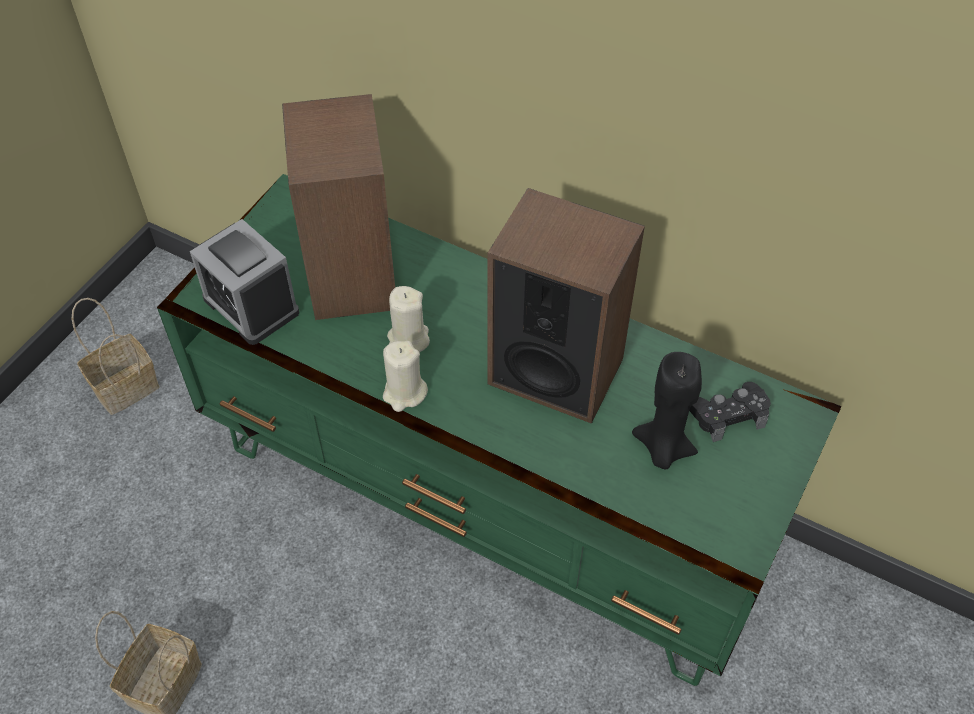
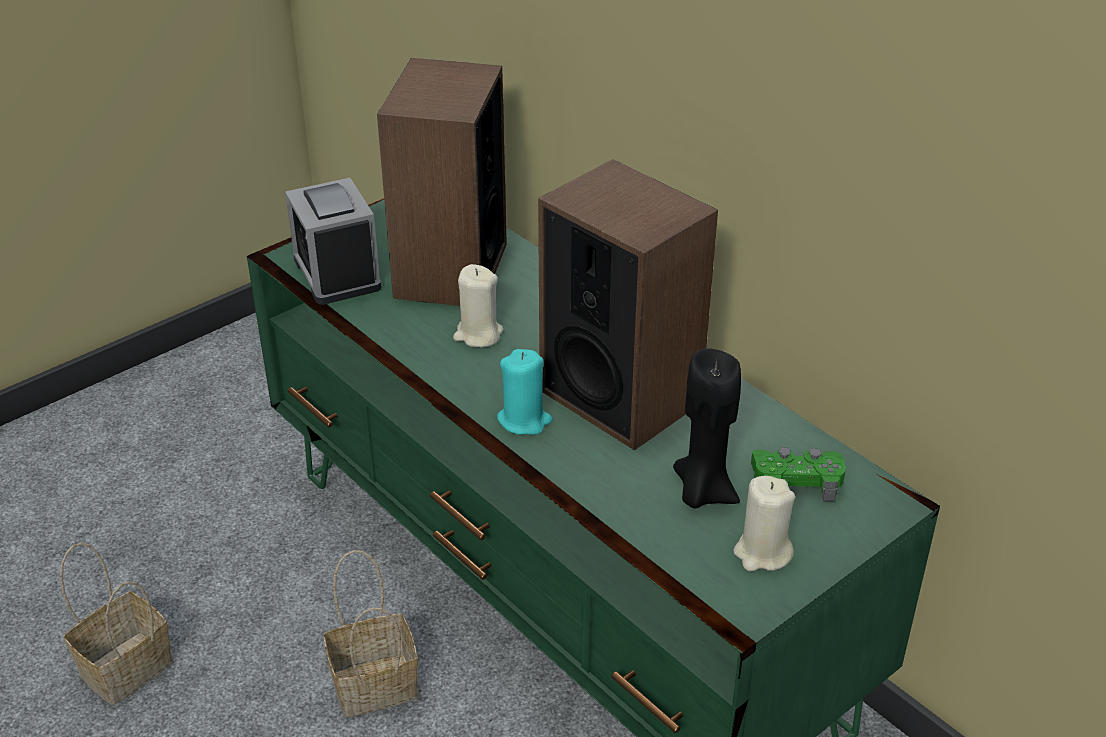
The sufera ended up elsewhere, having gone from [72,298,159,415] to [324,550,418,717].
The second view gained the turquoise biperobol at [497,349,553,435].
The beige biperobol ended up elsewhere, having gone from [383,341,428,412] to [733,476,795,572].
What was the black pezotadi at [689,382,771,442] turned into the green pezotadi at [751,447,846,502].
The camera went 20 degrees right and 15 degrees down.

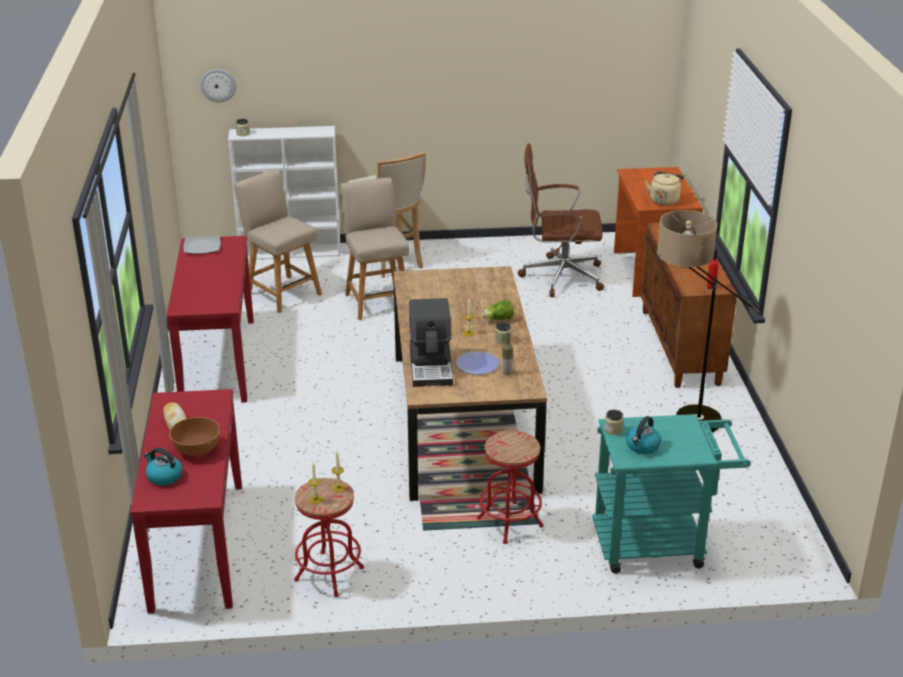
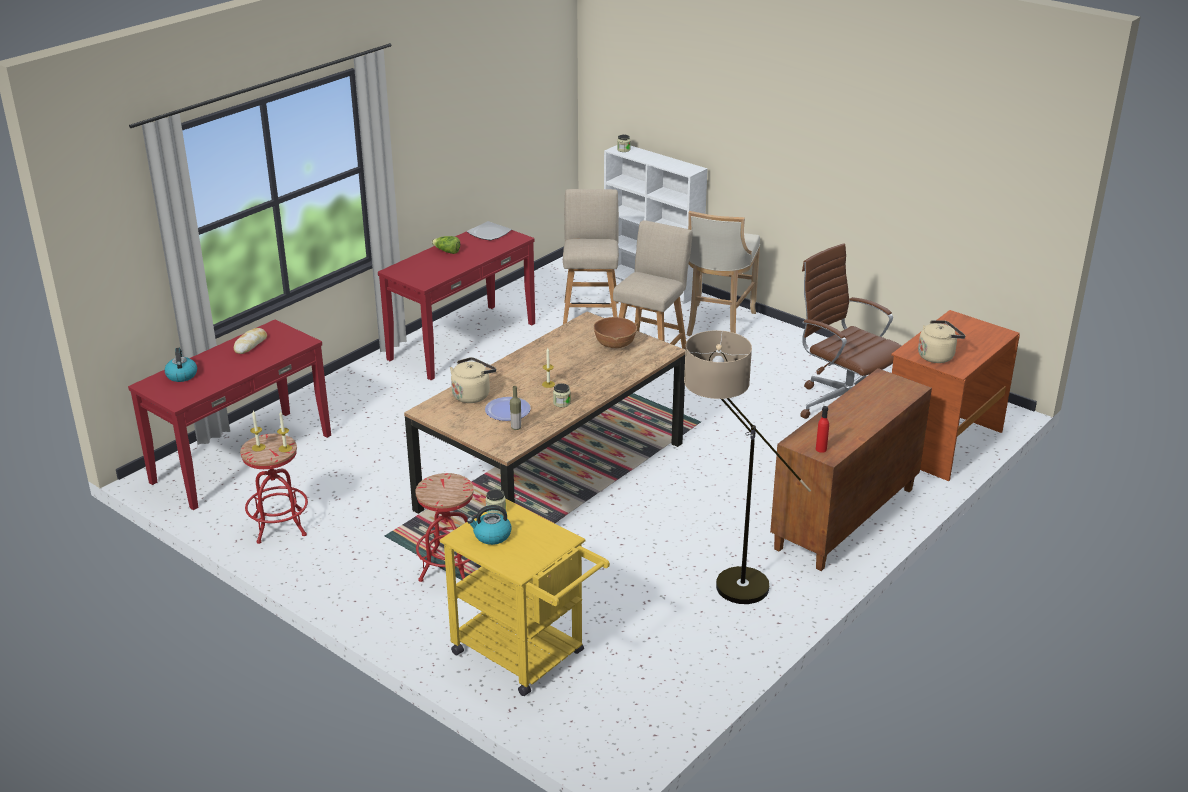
The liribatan ended up elsewhere, having gone from [481,300,514,320] to [432,236,460,254].
What was the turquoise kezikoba at [592,414,751,574] turned into the yellow kezikoba at [439,499,610,696].
Where the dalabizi stood at [409,298,453,387], the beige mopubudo came to stand at [450,357,496,403].
The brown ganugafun ended up elsewhere, having gone from [169,417,220,456] to [593,317,637,348].
The second view lost the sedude at [200,69,236,103].
The camera went 45 degrees right and 0 degrees up.

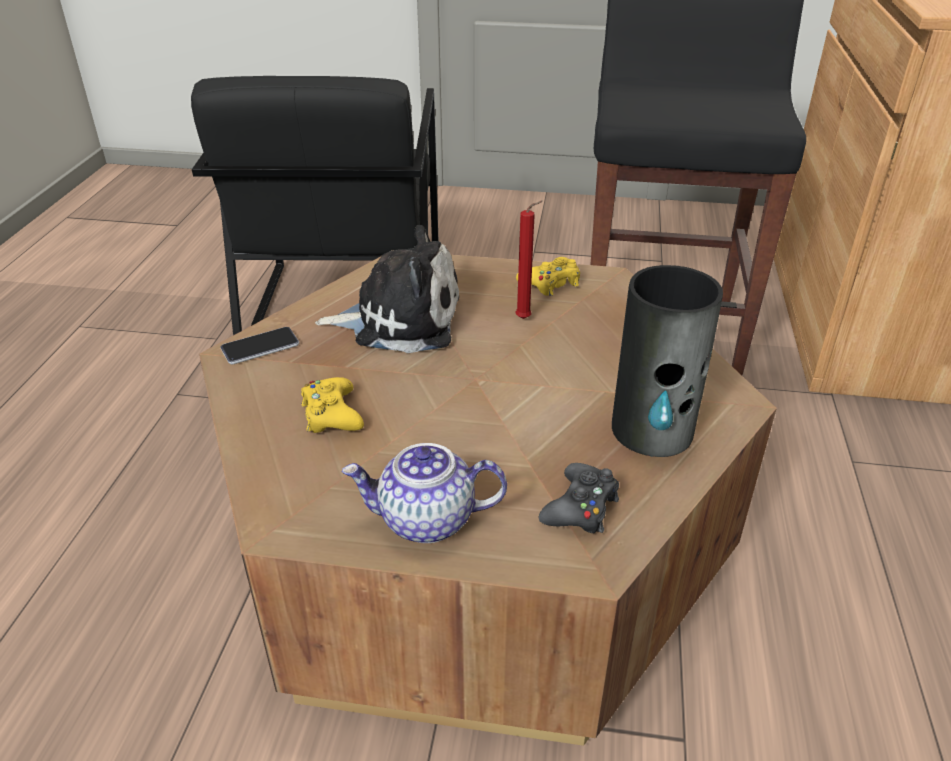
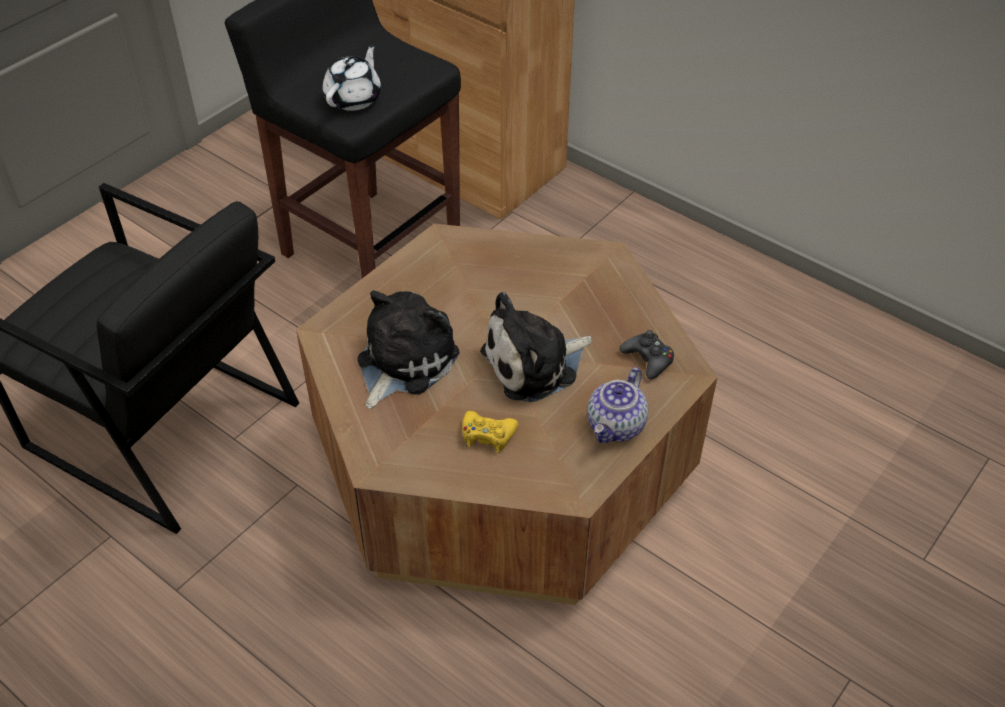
The second view gained the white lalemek at [322,43,381,111].
The second view gained the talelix at [480,292,592,402].
The second view lost the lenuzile at [221,327,299,364].
The second view lost the red biperobol at [516,201,543,319].
The second view lost the yellow pezotadi at [516,257,580,296].
The second view lost the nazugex at [612,265,723,457].
The camera went 60 degrees left and 10 degrees up.

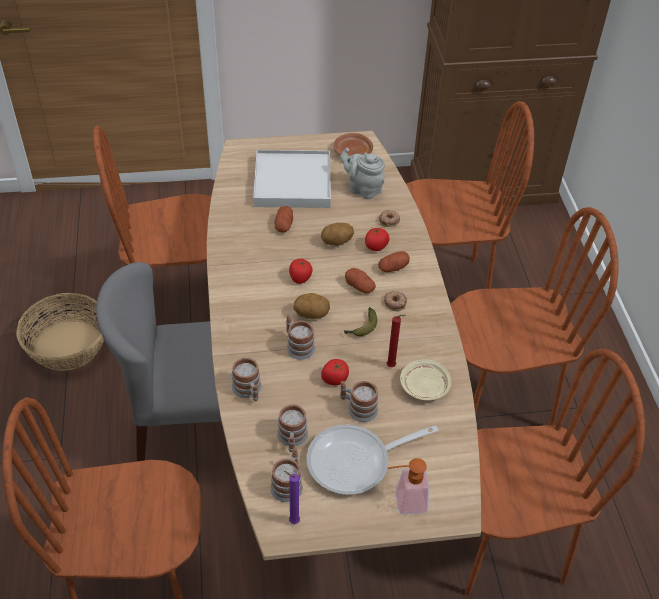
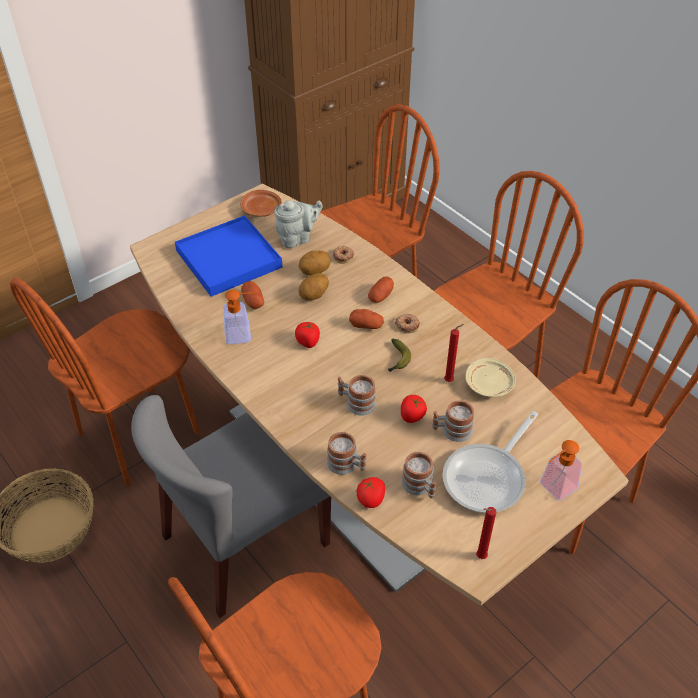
What was the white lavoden at [253,150,331,208] turned into the blue lavoden at [175,215,283,297].
The second view gained the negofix at [224,290,258,344].
The grey lalemek at [340,147,385,199] ended up facing another way, 150 degrees clockwise from before.
The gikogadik ended up elsewhere, having gone from [293,293,330,319] to [299,251,331,276].
The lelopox ended up elsewhere, having gone from [365,228,389,251] to [357,477,385,508].
What was the purple biperobol at [284,471,300,524] turned into the red biperobol at [476,507,496,559].
The second view lost the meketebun at [270,448,303,502].
The camera went 30 degrees left and 0 degrees up.

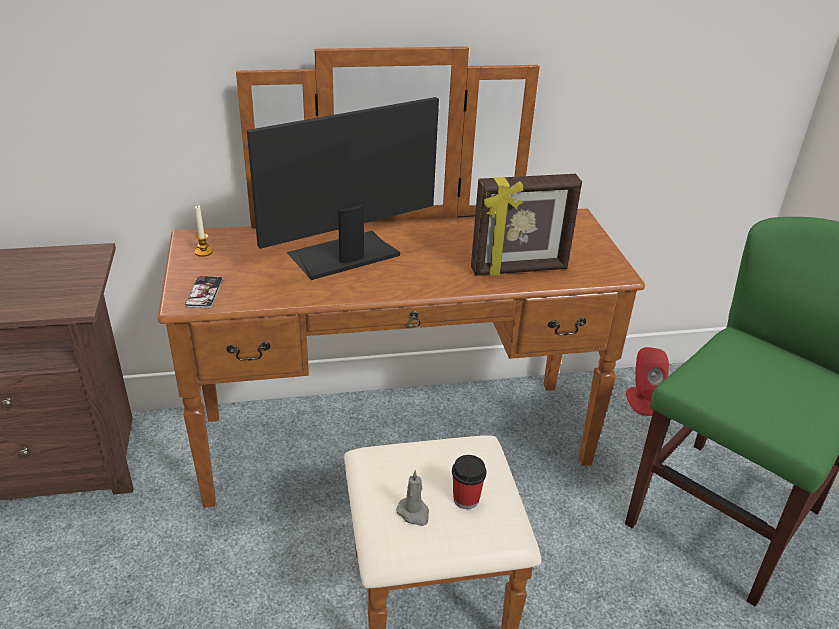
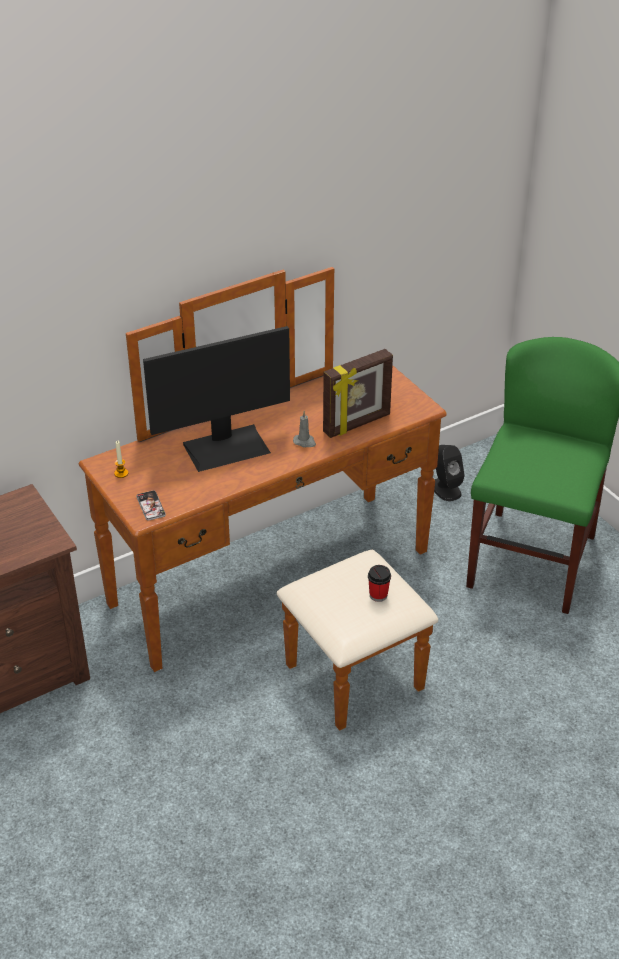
The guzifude at [247,97,439,280] ended up facing another way, 150 degrees counterclockwise from before.
The grey biperobol ended up elsewhere, having gone from [396,470,429,526] to [293,411,316,447].
What was the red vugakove at [626,347,669,416] turned into the black vugakove at [434,445,465,501].
The camera went 20 degrees left and 5 degrees up.

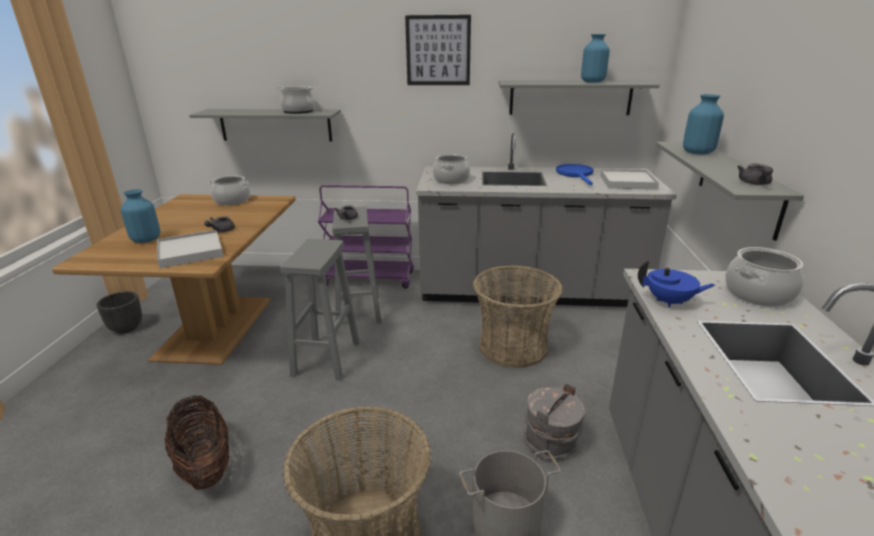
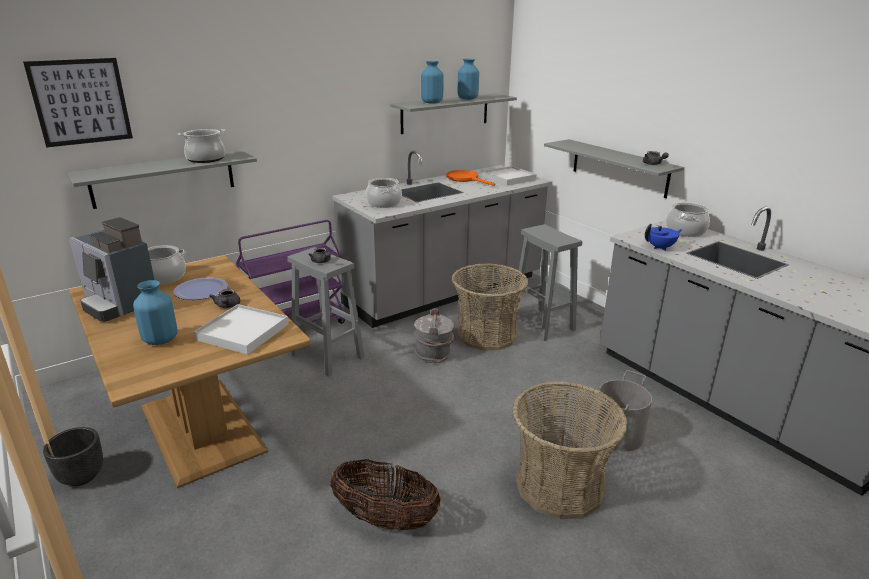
The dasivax ended up elsewhere, having gone from [405,15,471,85] to [23,58,133,147].
The second view gained the dalabizi at [69,217,155,322].
The second view gained the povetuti at [173,277,228,300].
The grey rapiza ended up elsewhere, having gone from [524,382,585,460] to [414,309,454,363].
The blue nazugex ended up elsewhere, having gone from [683,94,724,155] to [421,61,444,104].
What was the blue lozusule at [556,164,594,185] turned into the orange lozusule at [447,170,495,186].
The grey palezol ended up elsewhere, having gone from [280,239,360,381] to [510,224,582,341].
The camera went 40 degrees left and 0 degrees up.

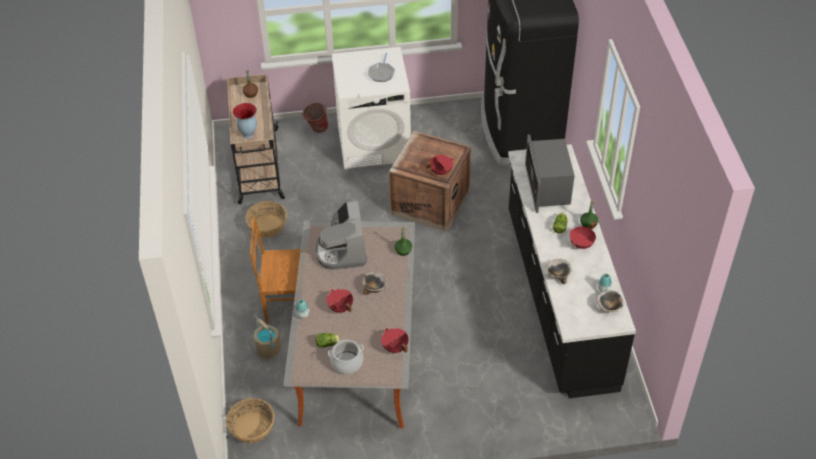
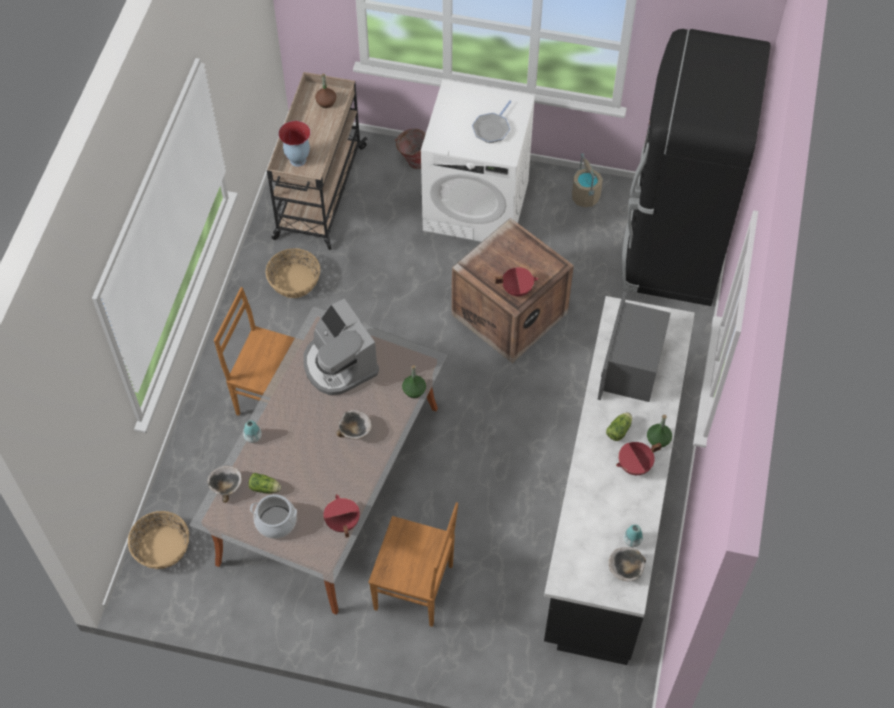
The ganugafun ended up elsewhere, having gone from [546,259,572,284] to [207,466,242,503].
The dalabizi at [315,201,367,270] ended up facing another way, 45 degrees counterclockwise from before.
The second view gained the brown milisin at [368,502,458,627].
The beige rapiza ended up elsewhere, having gone from [254,315,281,359] to [572,153,603,207].
The second view lost the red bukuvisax at [327,289,353,313].
The camera went 20 degrees right and 10 degrees up.

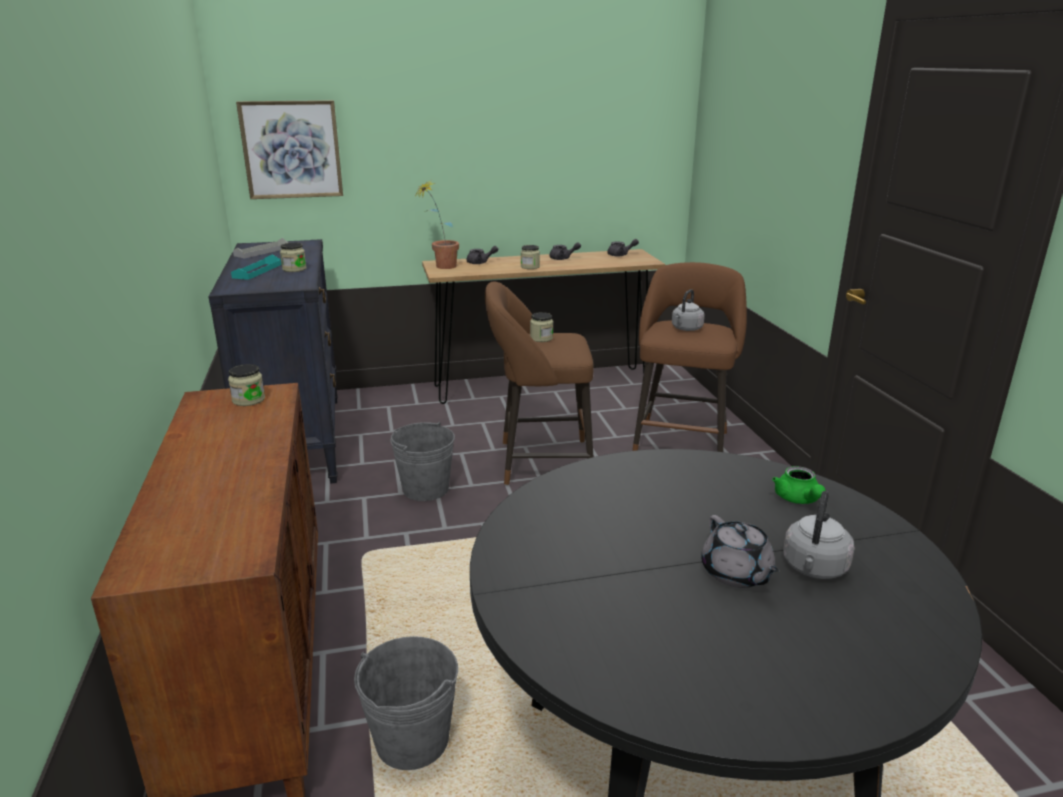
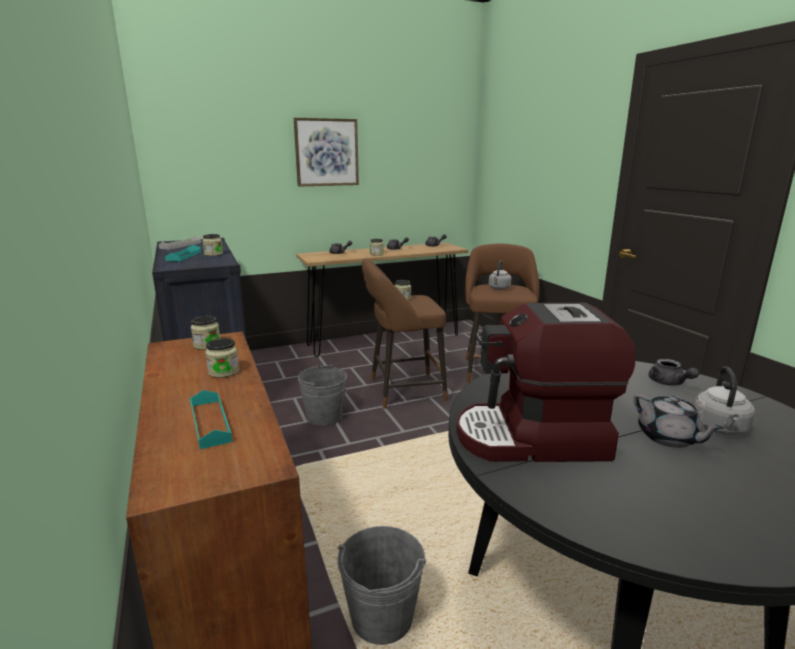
The second view gained the turquoise lavoden at [190,390,232,449].
The second view gained the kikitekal at [205,338,239,378].
The dasivax ended up elsewhere, having gone from [236,100,343,199] to [294,118,359,187].
The second view gained the dalabizi at [457,303,635,462].
What was the green lalemek at [772,466,826,504] turned into the grey lalemek at [649,359,699,386].
The second view lost the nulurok at [416,180,459,269].
The camera went 10 degrees left and 5 degrees down.

